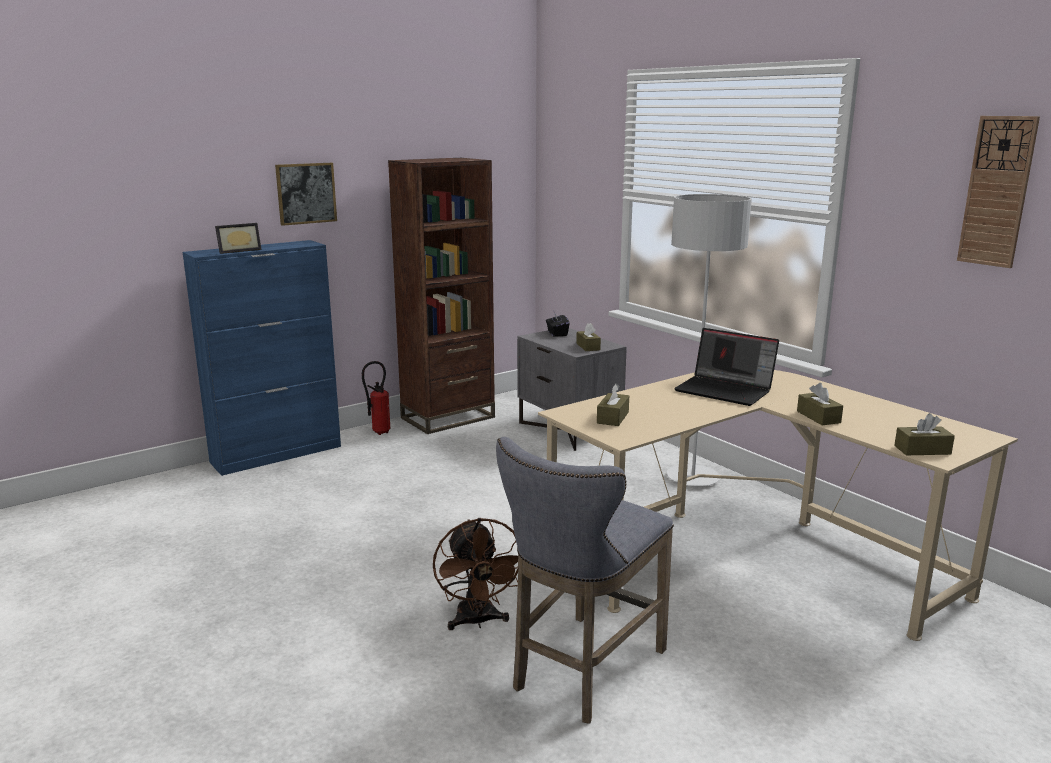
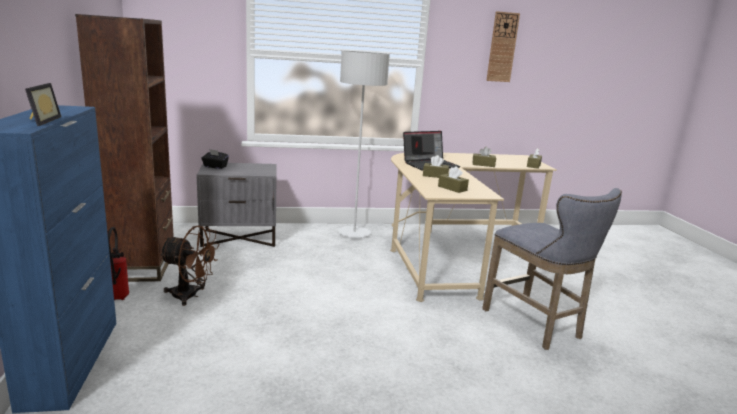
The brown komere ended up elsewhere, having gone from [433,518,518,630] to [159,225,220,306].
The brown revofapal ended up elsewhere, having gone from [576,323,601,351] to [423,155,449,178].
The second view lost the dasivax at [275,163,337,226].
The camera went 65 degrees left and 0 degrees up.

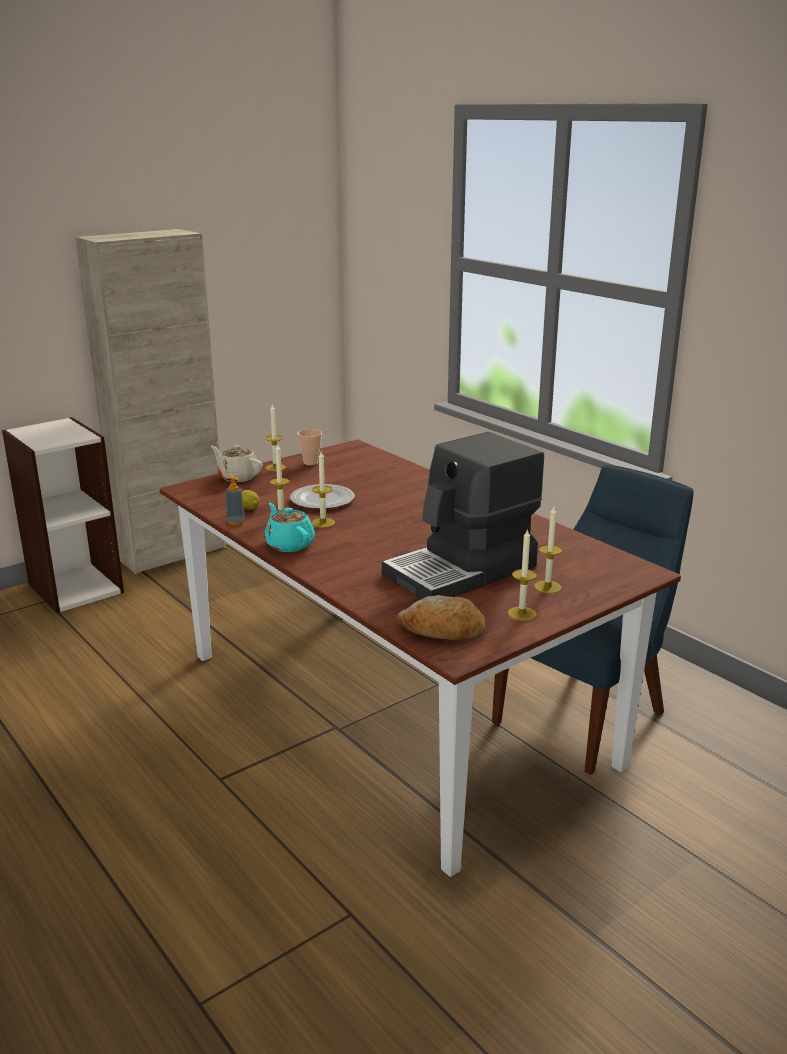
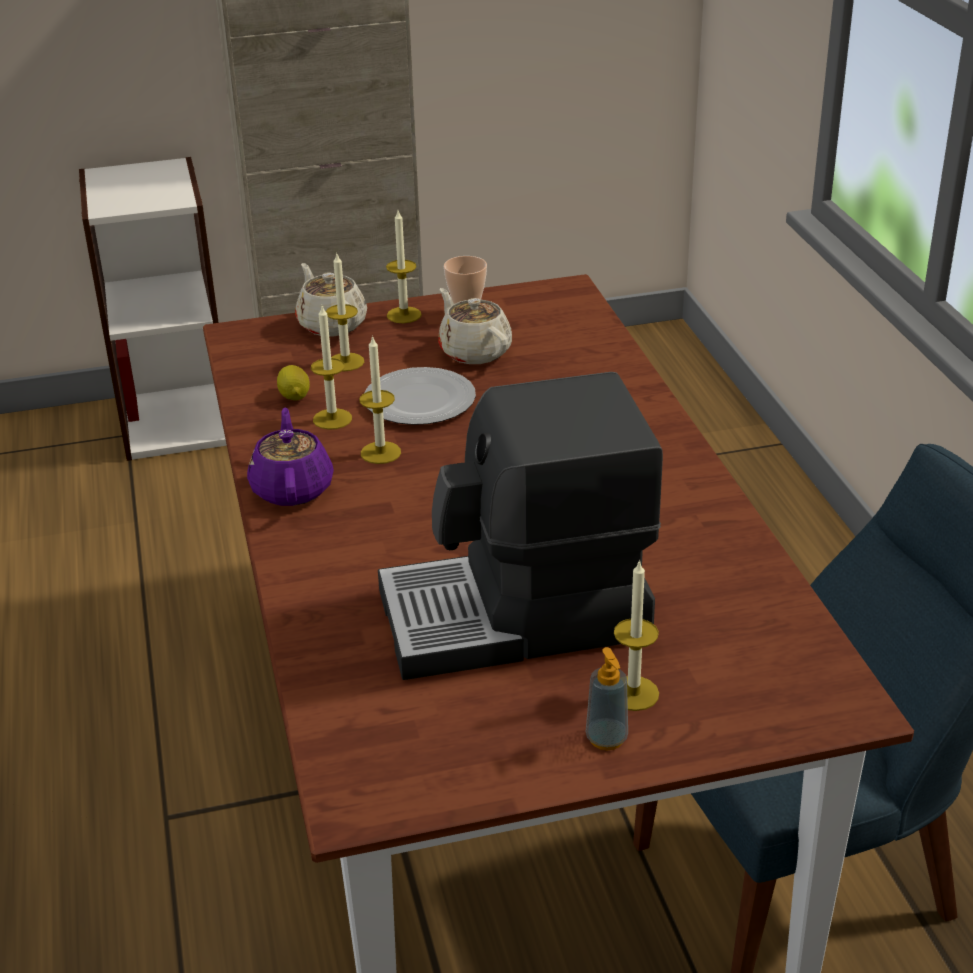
What was the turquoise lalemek at [264,503,315,552] turned into the purple lalemek at [247,408,334,506].
The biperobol ended up elsewhere, having gone from [508,528,537,621] to [326,254,364,371].
The second view gained the beige lalemek at [438,288,512,364].
The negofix ended up elsewhere, having gone from [226,475,245,526] to [586,647,628,750].
The second view lost the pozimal at [397,595,485,640].
The camera went 25 degrees right and 10 degrees up.

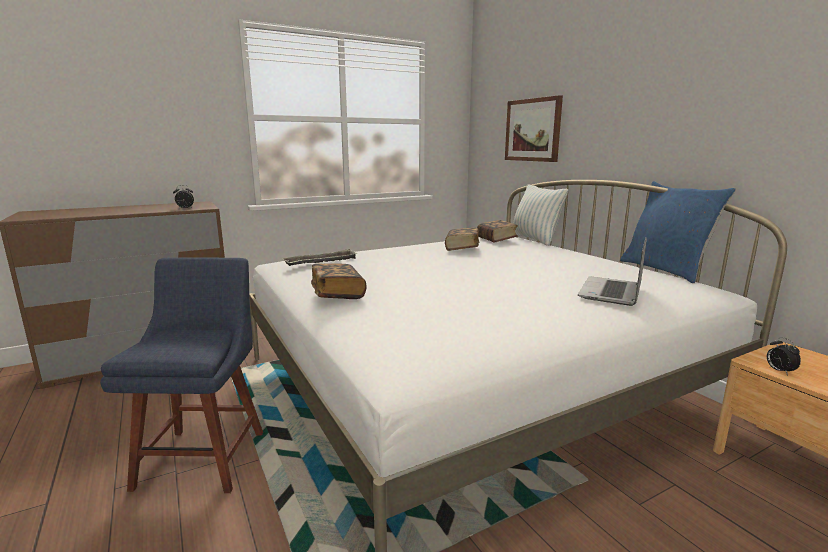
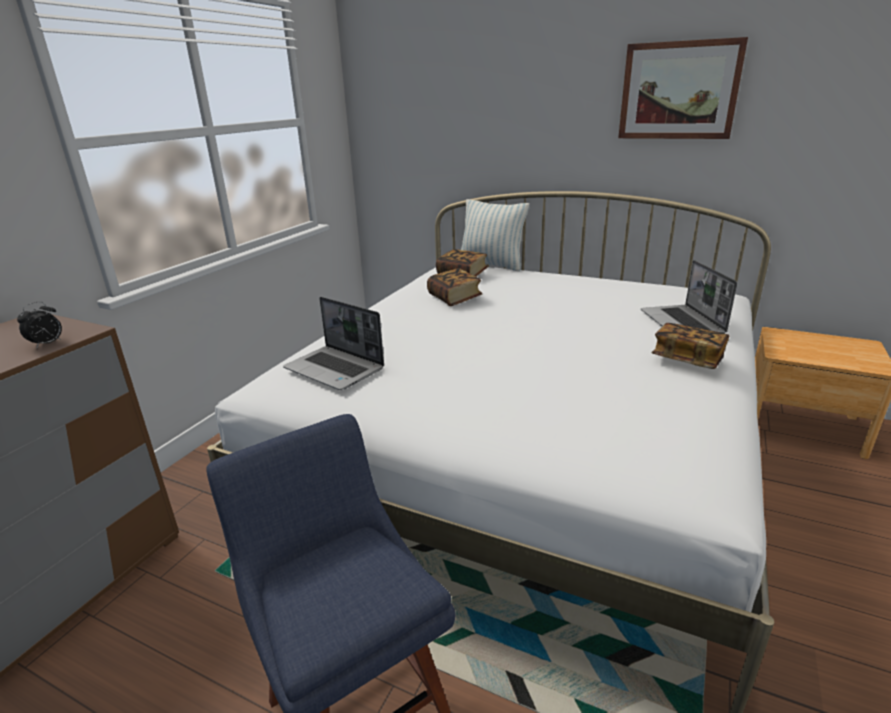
Where the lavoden stood at [283,249,358,266], the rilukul came to stand at [283,297,384,390].
The dasivax ended up elsewhere, having gone from [505,95,563,162] to [618,37,748,139].
The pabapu ended up elsewhere, having gone from [311,263,367,299] to [652,323,729,369].
The second view lost the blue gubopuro at [620,181,736,283].
The second view lost the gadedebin at [767,337,801,375].
The camera went 35 degrees left and 10 degrees up.

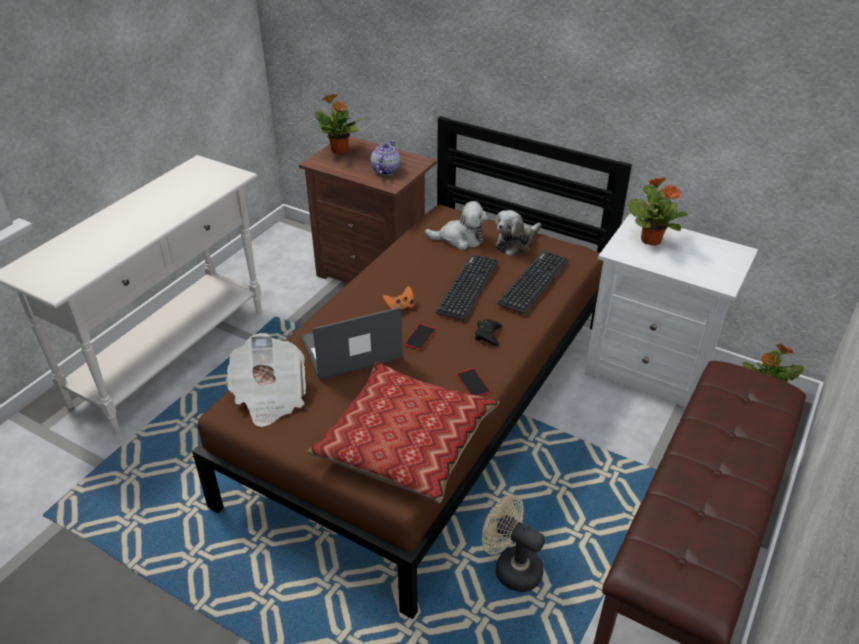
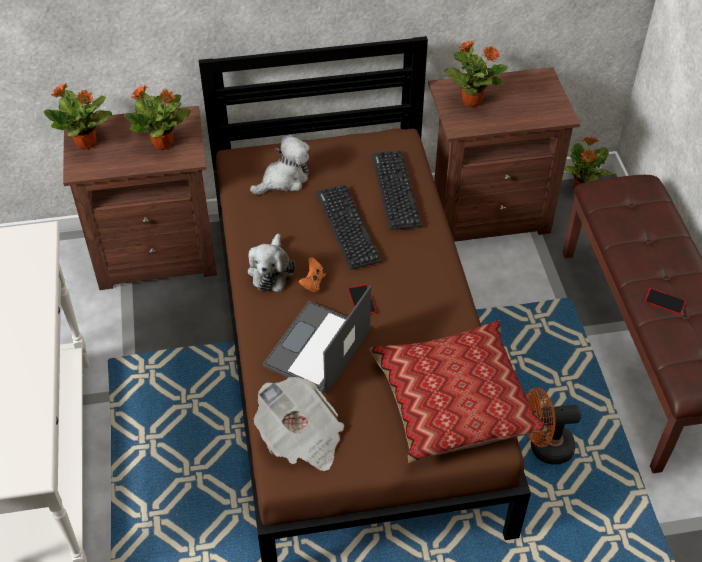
Where the lalemek stood at [371,140,401,176], the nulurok came to stand at [124,85,191,150].
The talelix ended up elsewhere, having gone from [495,210,541,257] to [248,233,295,292].
What was the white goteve at [584,214,758,411] turned into the brown goteve at [428,67,580,242].
What was the beige komere at [482,494,545,592] turned into the orange komere at [526,387,581,464].
The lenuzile ended up elsewhere, having gone from [456,368,491,396] to [644,288,686,315].
The second view lost the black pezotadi at [475,319,502,346].
The camera went 40 degrees left and 10 degrees up.

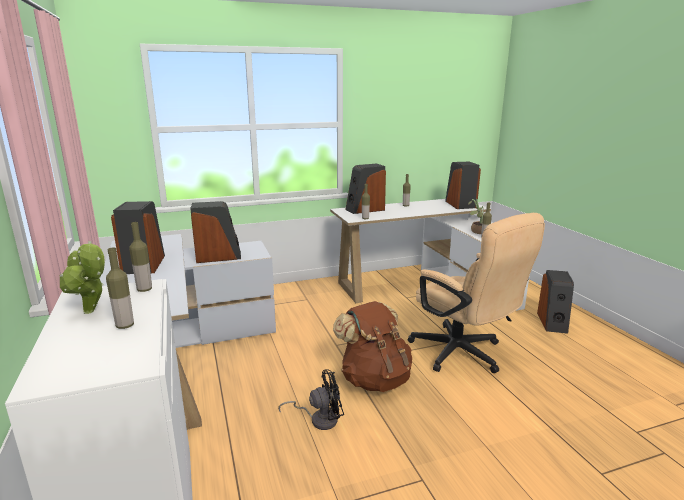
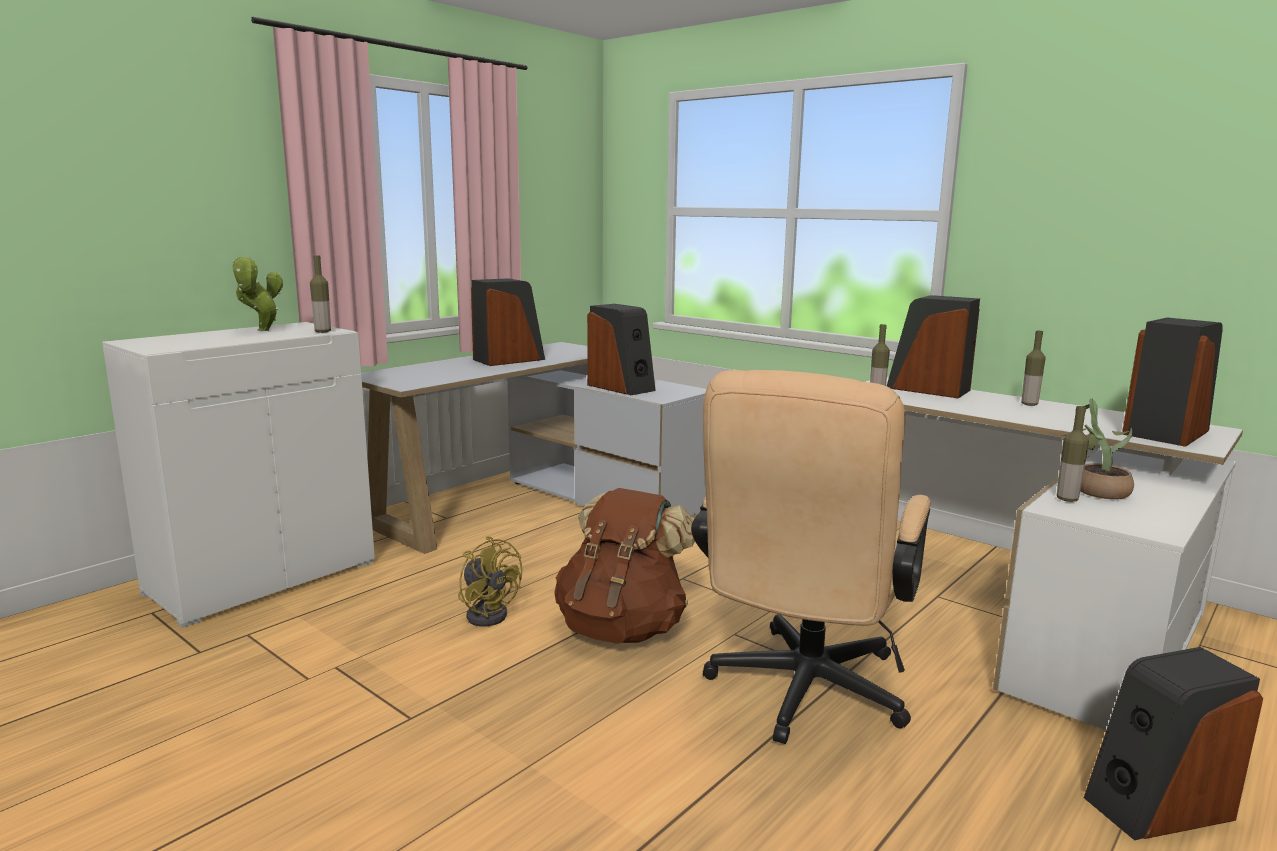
What was the black komere at [278,369,344,430] turned into the yellow komere at [458,536,522,626].
The second view lost the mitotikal at [106,247,134,329].
The camera went 60 degrees right and 5 degrees down.

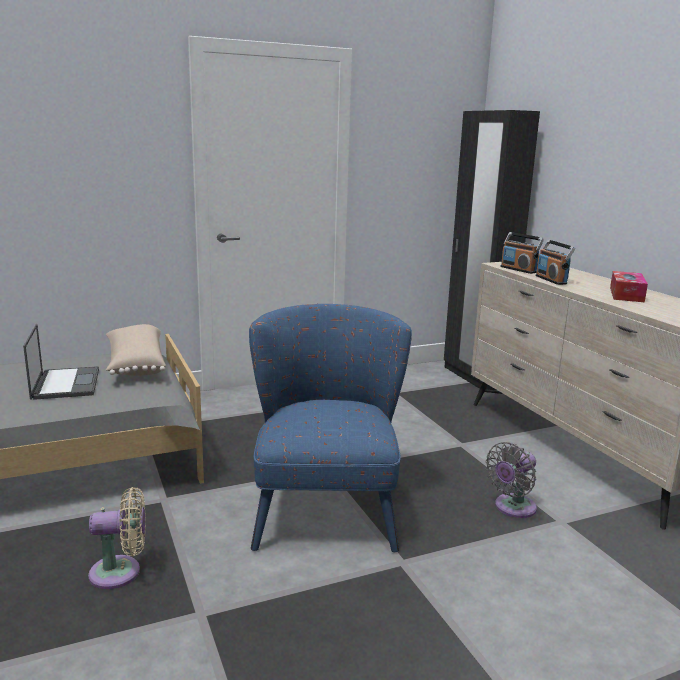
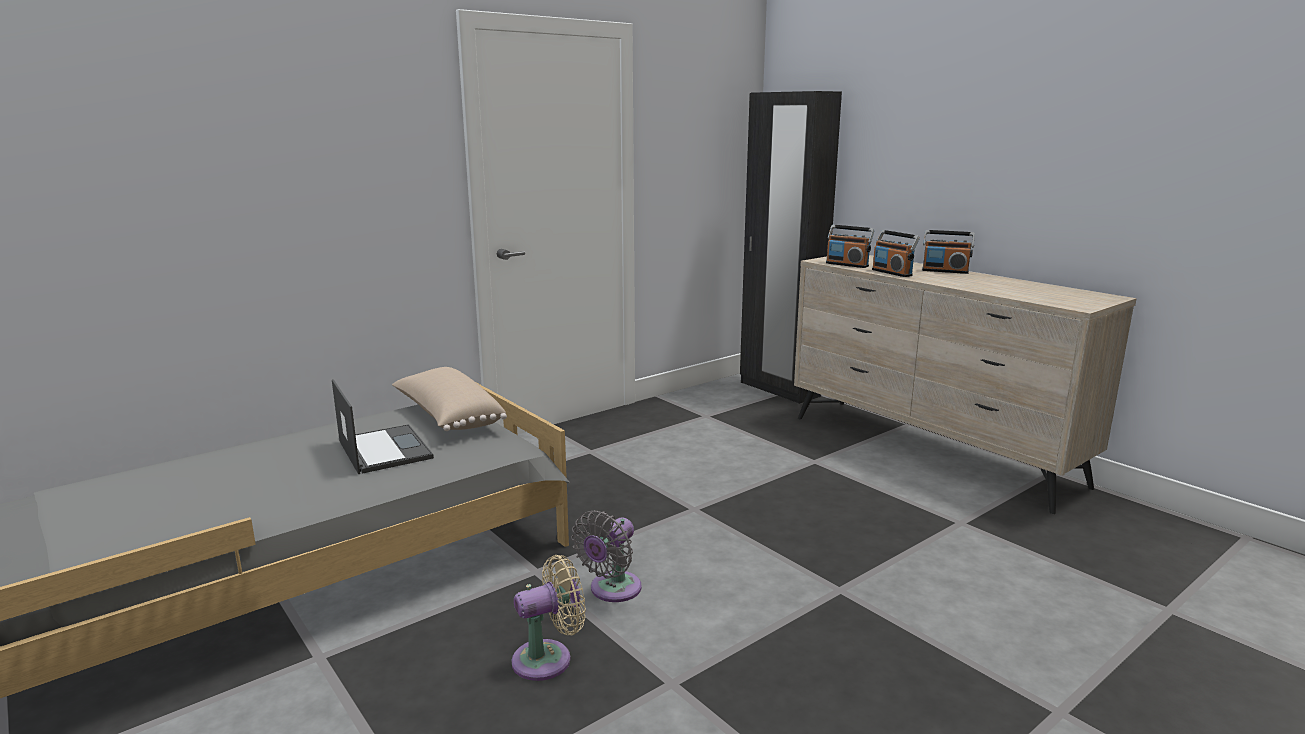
The grey komere ended up elsewhere, having gone from [485,442,537,518] to [571,510,641,602].
The second view gained the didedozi at [922,230,975,274].
The second view lost the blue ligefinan at [249,304,412,552].
The second view lost the revofapal at [610,271,648,302].
The camera went 15 degrees left and 0 degrees up.

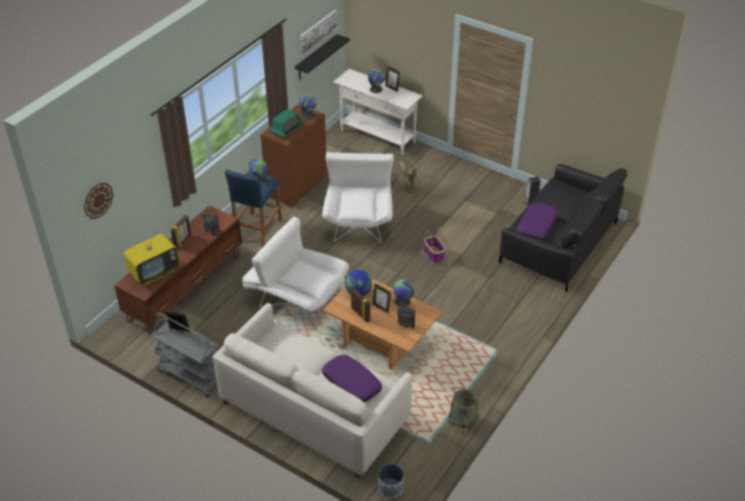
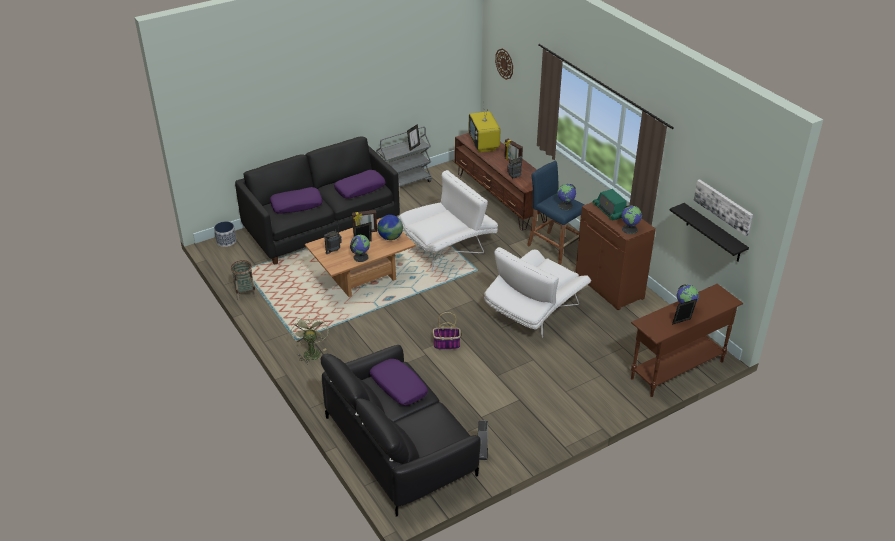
What was the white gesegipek at [213,303,412,479] turned into the black gesegipek at [235,136,400,265].
The green komere ended up elsewhere, having gone from [394,157,423,195] to [291,315,329,364].
The second view gained the purple gubopuro at [334,170,386,199].
The white ligefinan at [322,152,394,243] ended up facing another way, 105 degrees clockwise from before.
What was the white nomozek at [333,69,423,155] turned into the brown nomozek at [631,284,743,397].
The camera went 115 degrees right and 5 degrees down.

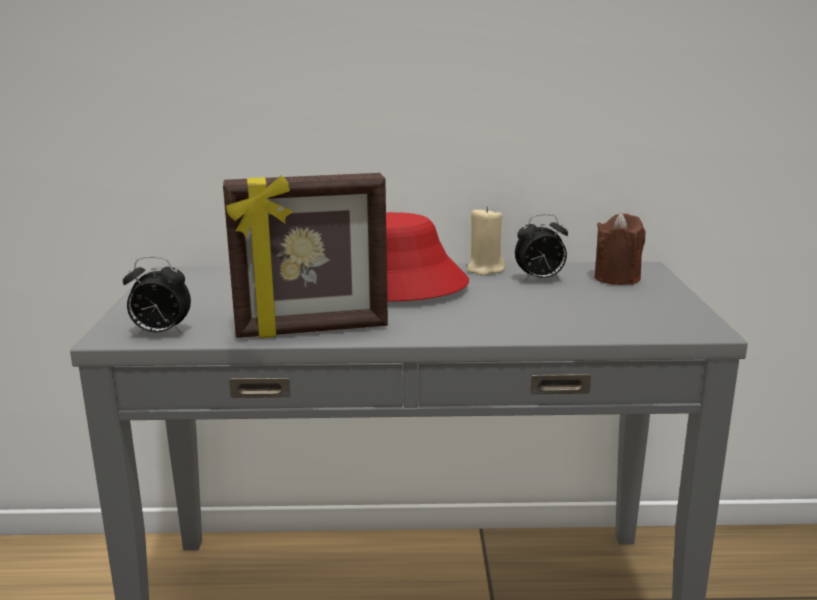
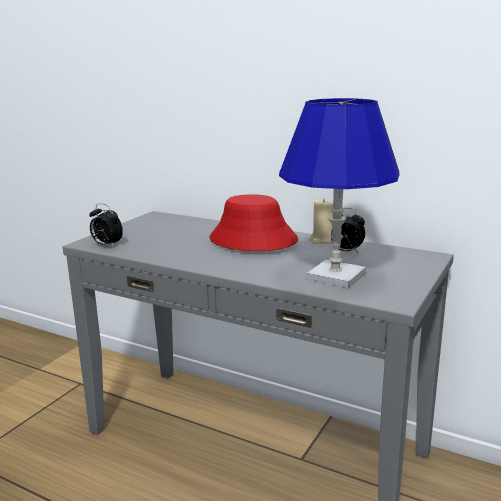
The second view gained the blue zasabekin at [279,98,399,288].
The second view lost the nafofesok at [223,173,388,339].
The second view lost the brown biperobol at [594,213,646,285].
The camera went 30 degrees right and 0 degrees up.

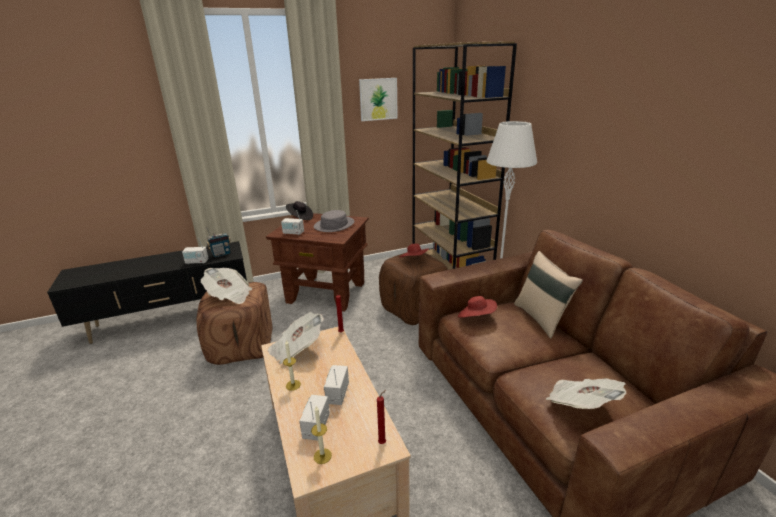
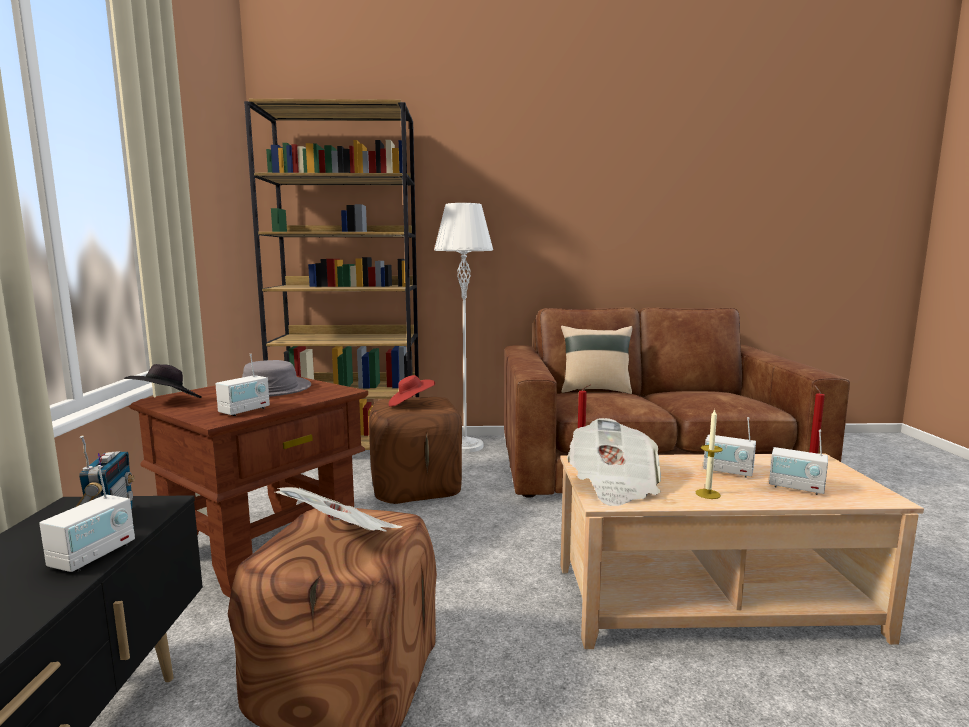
The second view lost the biperobol at [311,406,332,464].
The second view lost the dasivax at [359,78,398,121].
The second view lost the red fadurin at [458,296,497,318].
The second view lost the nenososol at [546,378,626,409].
The camera went 70 degrees left and 15 degrees down.

